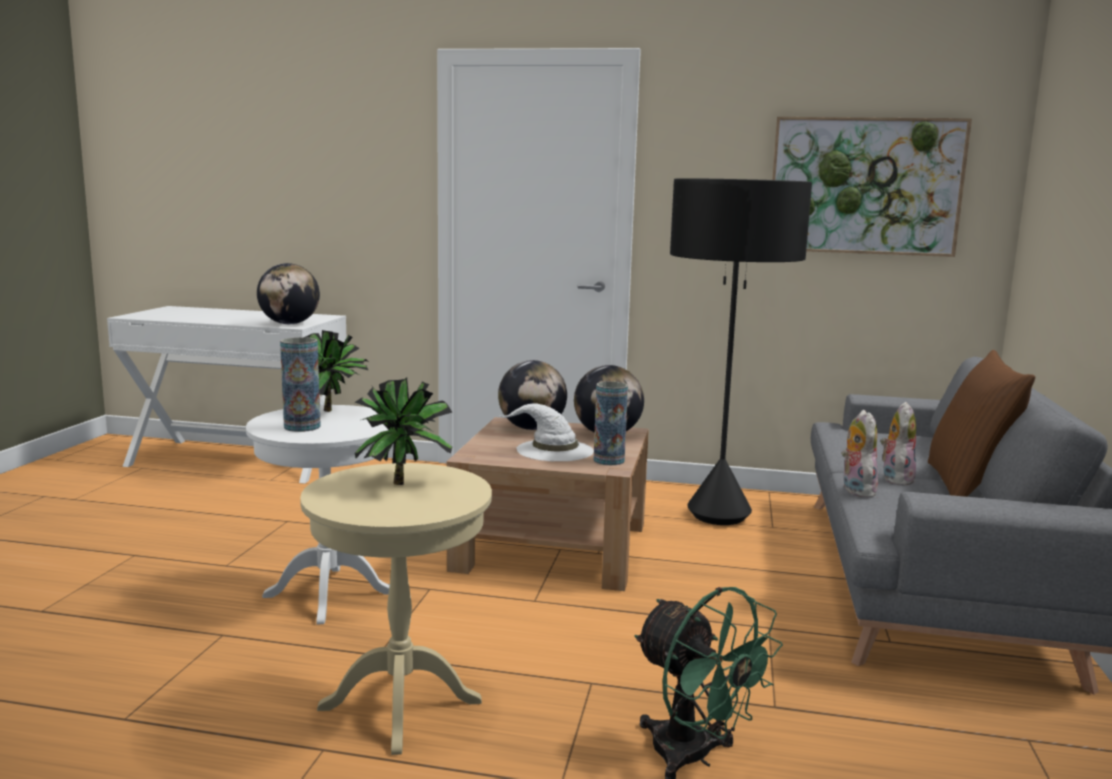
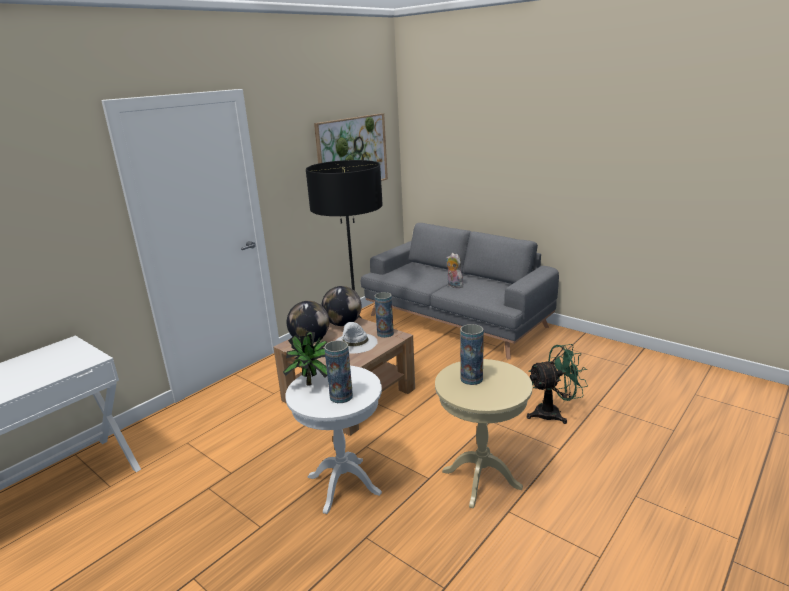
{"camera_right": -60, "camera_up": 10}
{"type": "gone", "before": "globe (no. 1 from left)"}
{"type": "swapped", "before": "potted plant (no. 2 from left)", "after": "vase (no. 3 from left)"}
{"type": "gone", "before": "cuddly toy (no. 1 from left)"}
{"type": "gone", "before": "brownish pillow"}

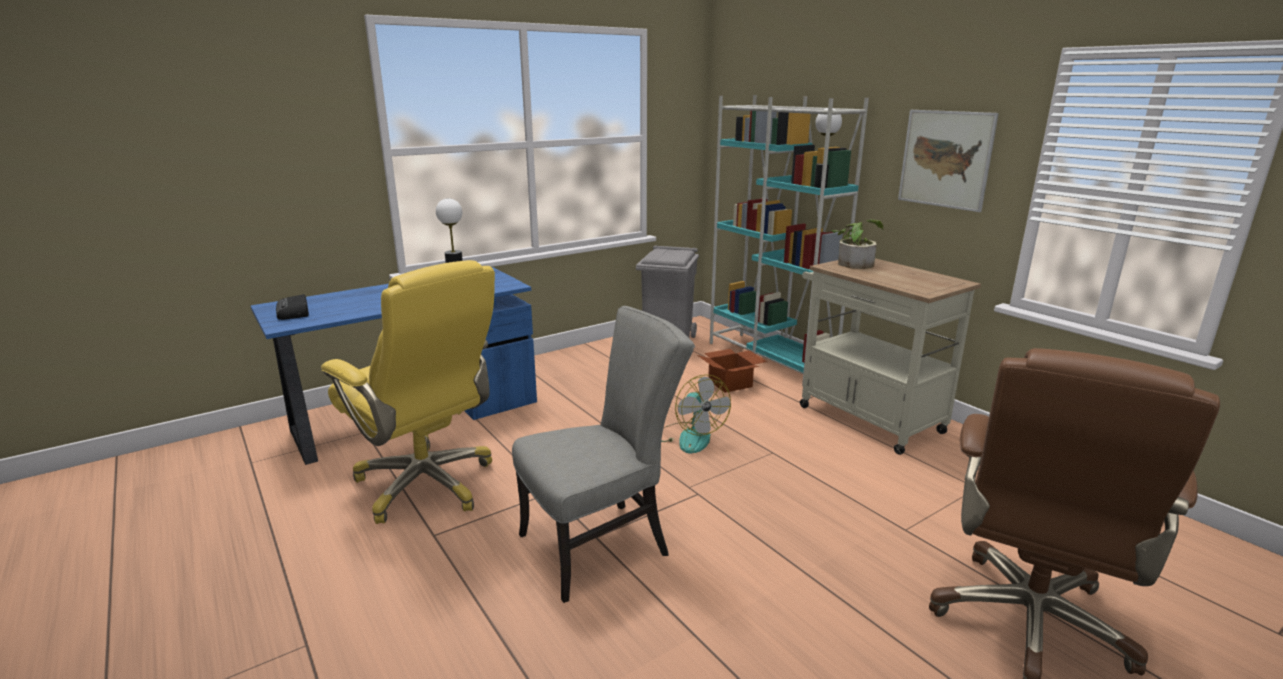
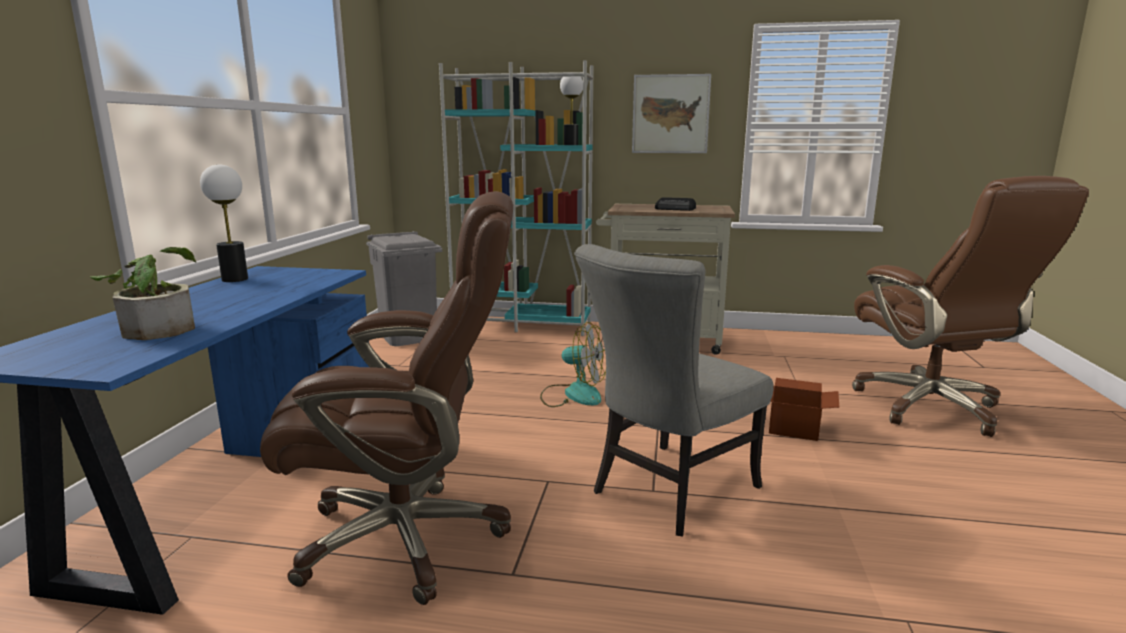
{"camera_right": -45, "camera_up": -5}
{"type": "shifted", "before": "radio set"}
{"type": "repainted", "before": "yellow-coloured office chair", "after": "brownish office chair (no. 1 from left)"}
{"type": "rotated", "before": "gray chair", "turn": -150}
{"type": "shifted", "before": "carton"}
{"type": "shifted", "before": "potted plant"}

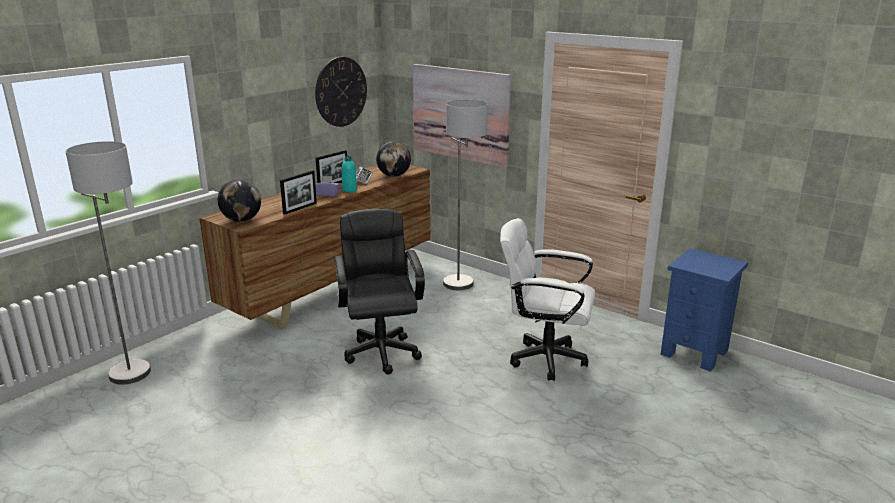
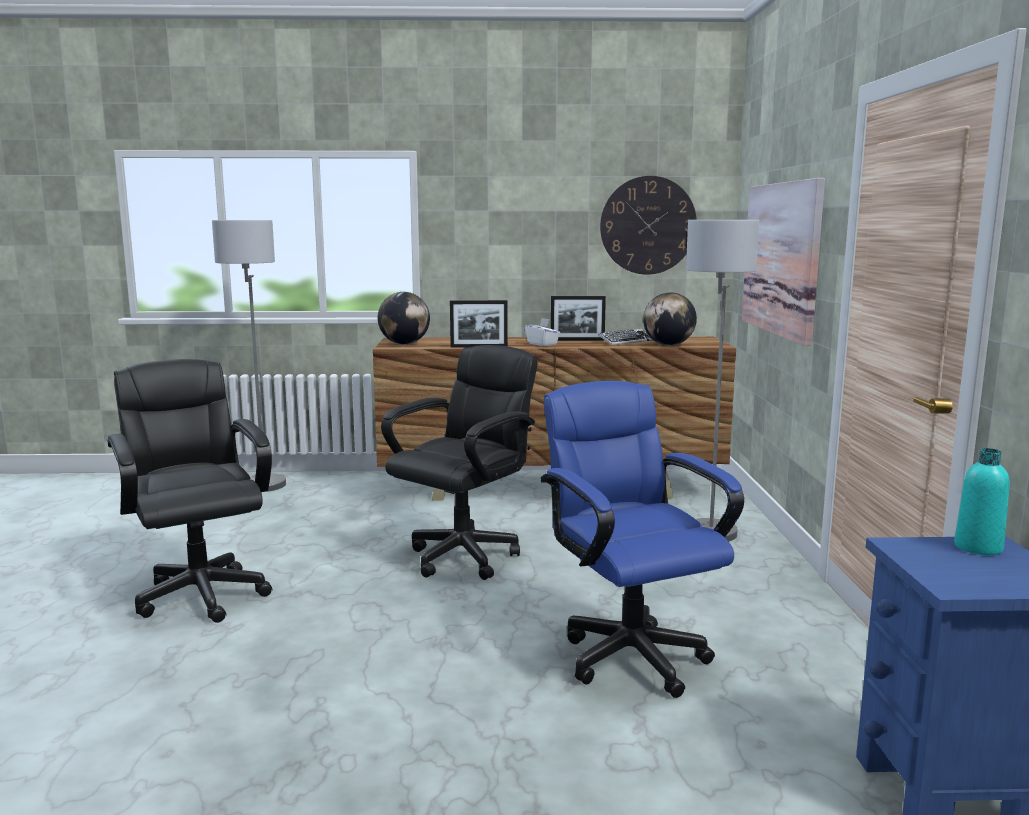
{"camera_right": 50, "camera_up": -10}
{"type": "repainted", "before": "purple tissue box", "after": "whitish tissue box"}
{"type": "shifted", "before": "blue-green beverage bottle"}
{"type": "repainted", "before": "whitish office chair", "after": "bluish office chair"}
{"type": "new", "after": "black-coloured office chair (no. 1 from left)"}

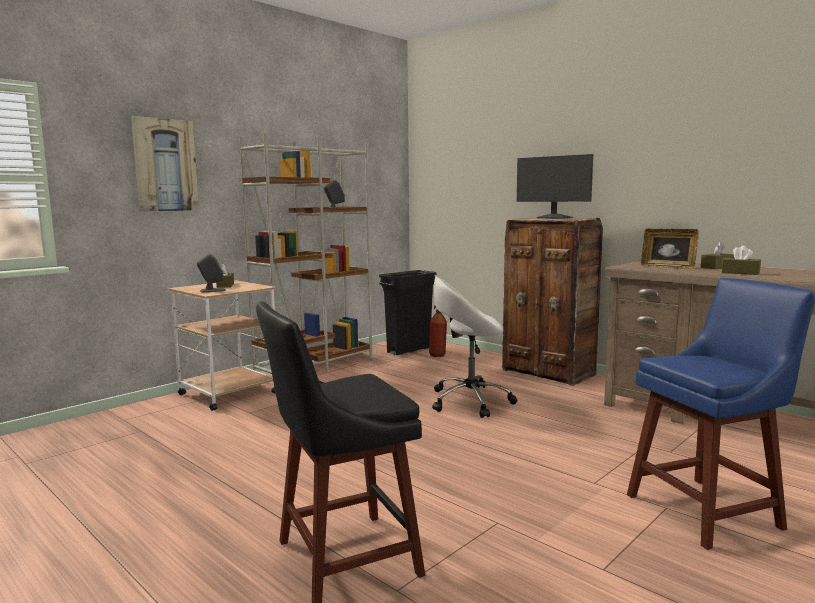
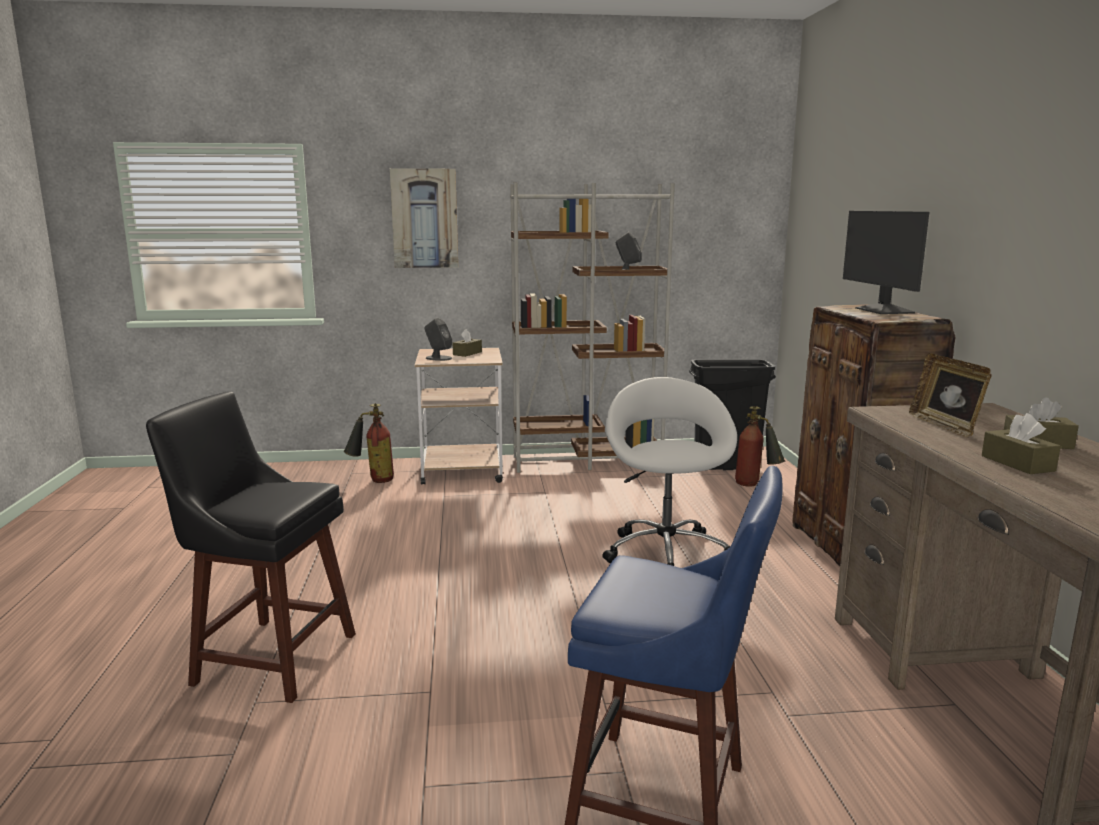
{"camera_right": 40, "camera_up": 5}
{"type": "rotated", "before": "whitish office chair", "turn": 45}
{"type": "new", "after": "fire-fighting cylinder (no. 1 from left)"}

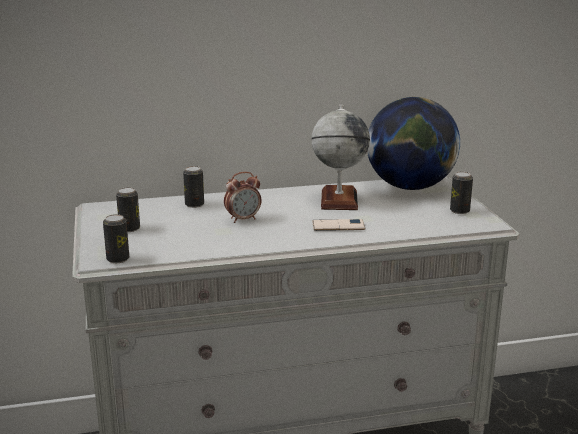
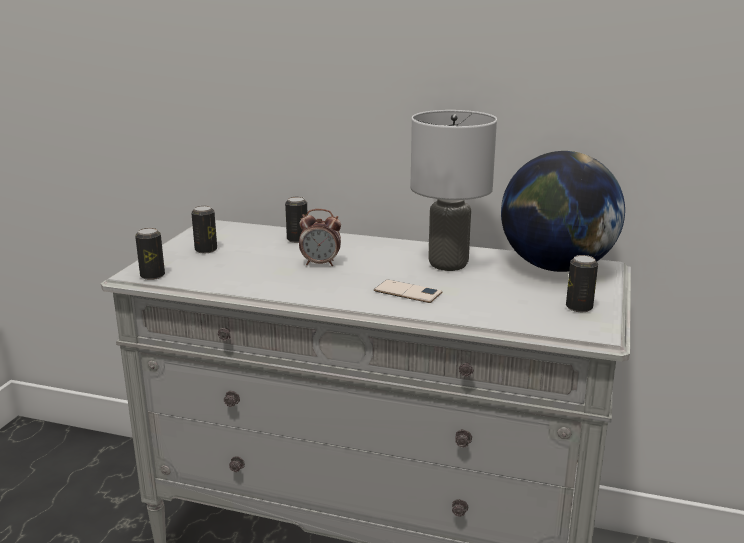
{"camera_right": 30, "camera_up": 0}
{"type": "swapped", "before": "globe (no. 1 from left)", "after": "whitish table lamp"}

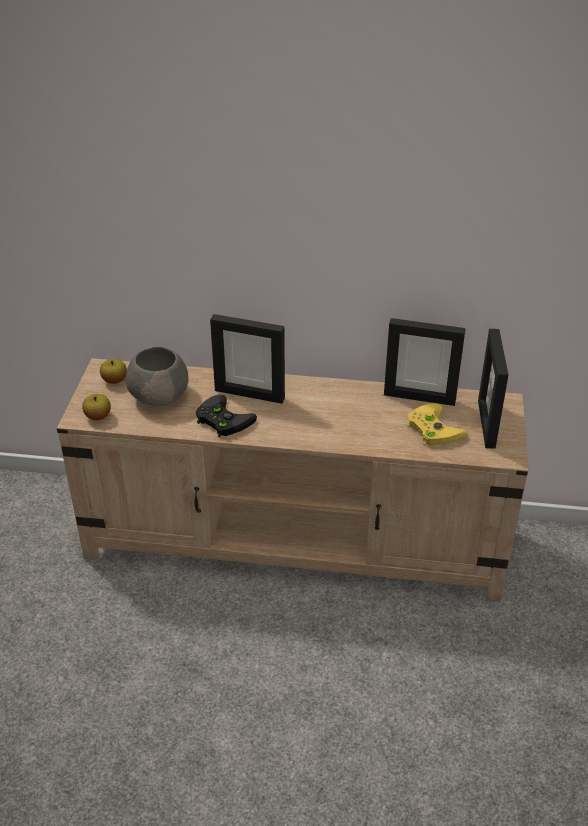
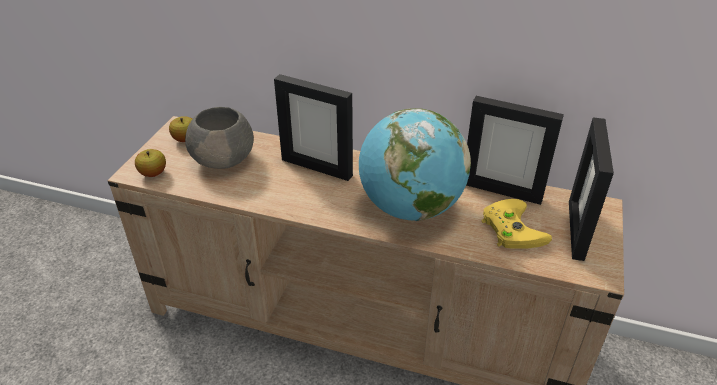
{"camera_right": 10, "camera_up": 0}
{"type": "gone", "before": "black-coloured game controller"}
{"type": "new", "after": "globe"}

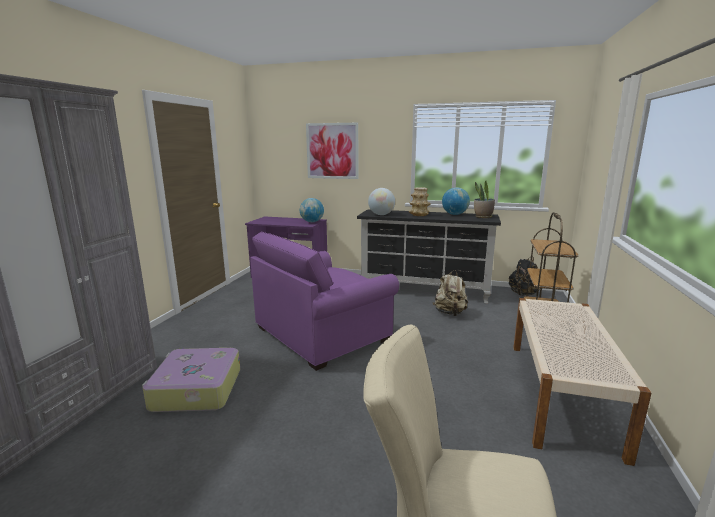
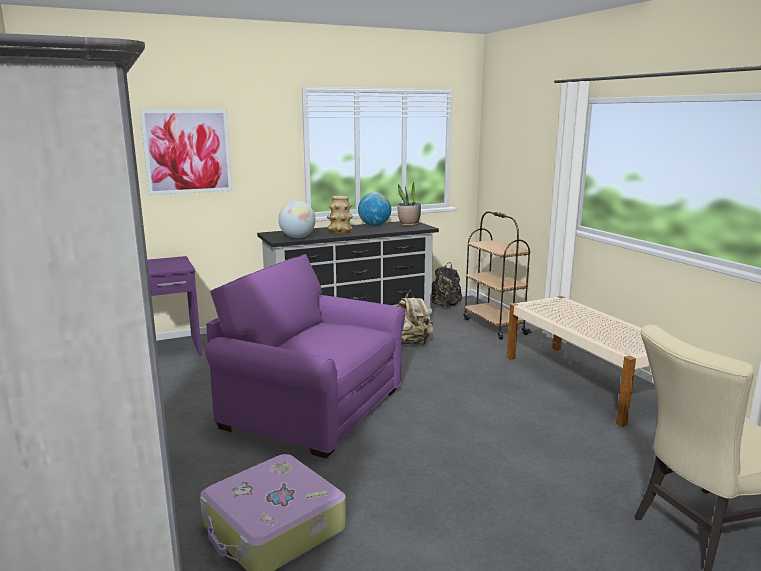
{"camera_right": -40, "camera_up": 0}
{"type": "rotated", "before": "purple easy chair", "turn": 105}
{"type": "gone", "before": "globe (no. 1 from left)"}

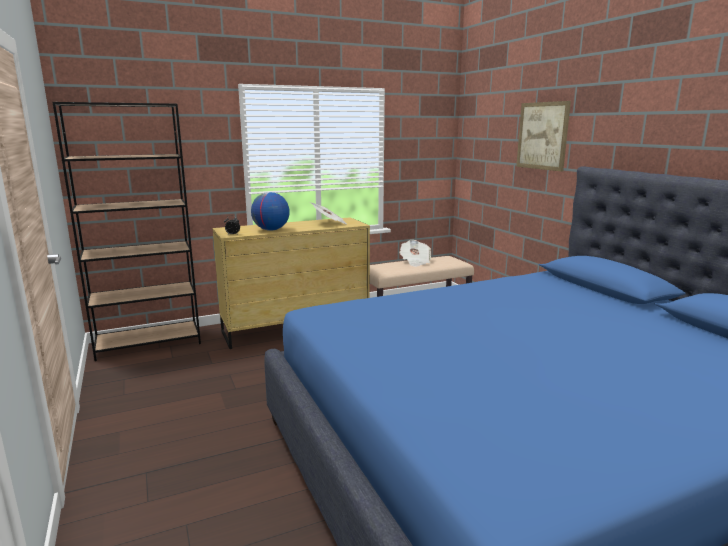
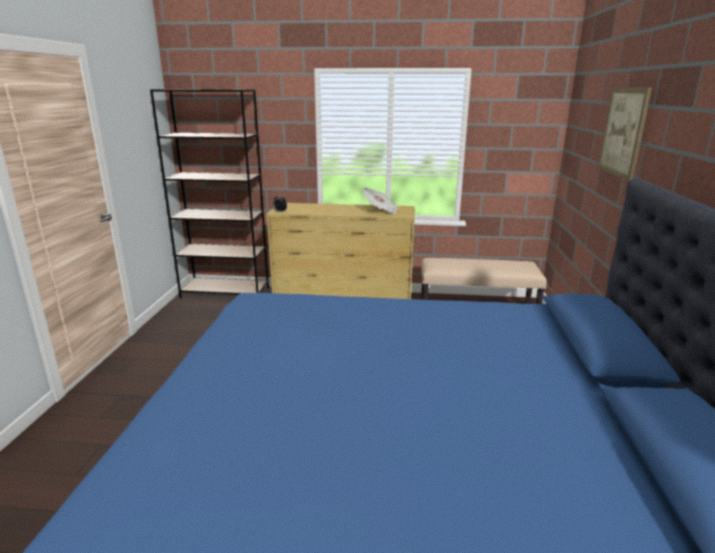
{"camera_right": 30, "camera_up": 5}
{"type": "gone", "before": "globe"}
{"type": "gone", "before": "printed paper (no. 2 from left)"}

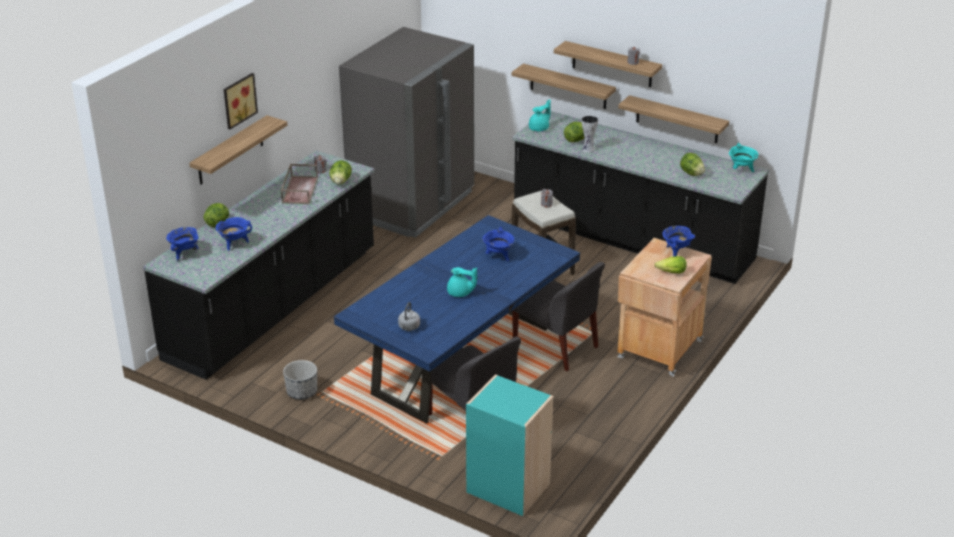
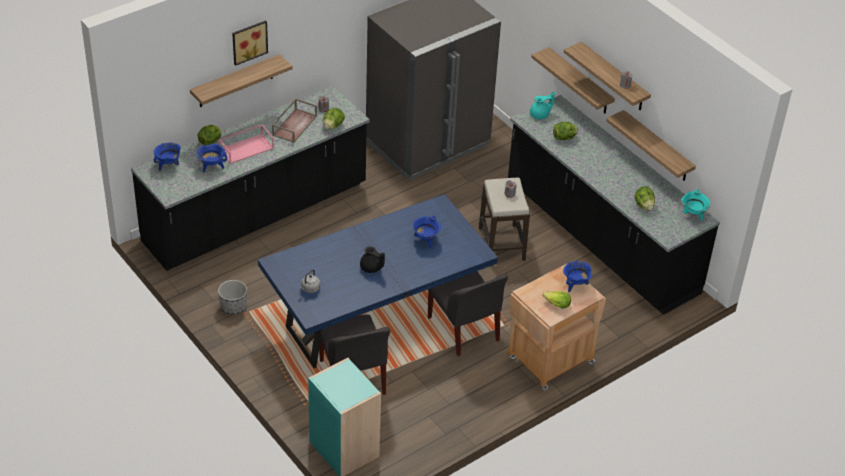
{"camera_right": 20, "camera_up": 10}
{"type": "repainted", "before": "blue-green teapot (no. 1 from left)", "after": "black-coloured teapot"}
{"type": "gone", "before": "vase"}
{"type": "new", "after": "pink serving tray"}

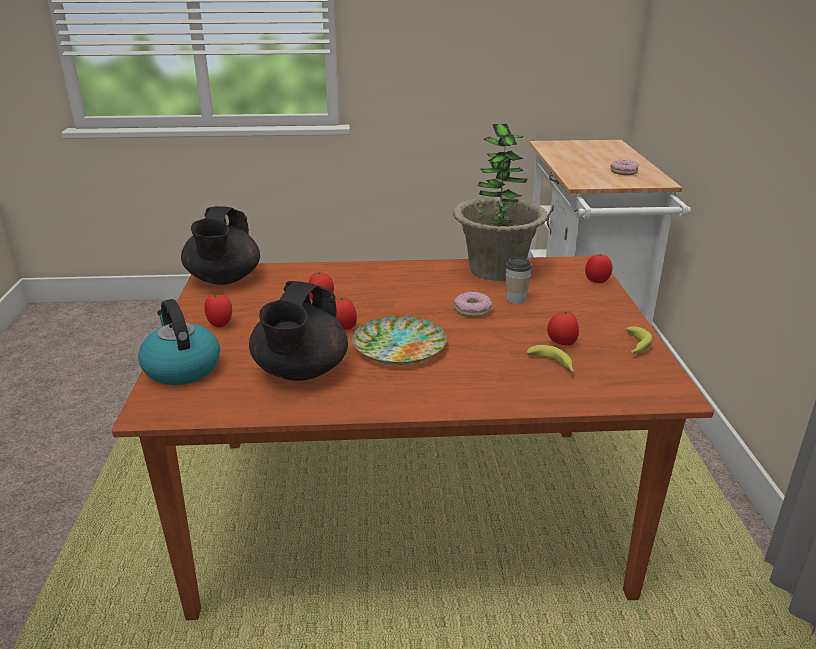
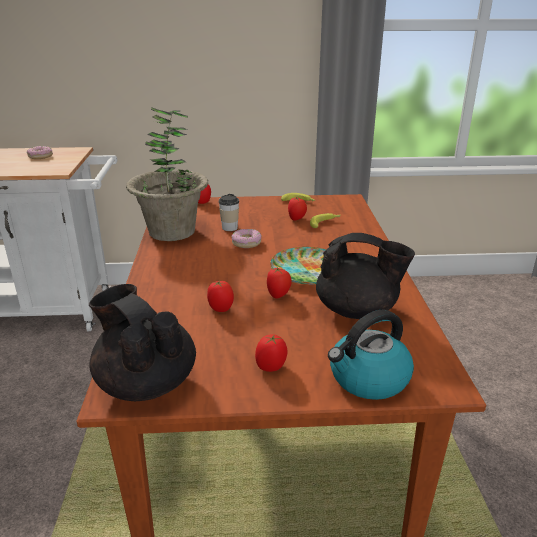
{"camera_right": -90, "camera_up": 0}
{"type": "rotated", "before": "black-coloured teapot (no. 1 from left)", "turn": -135}

